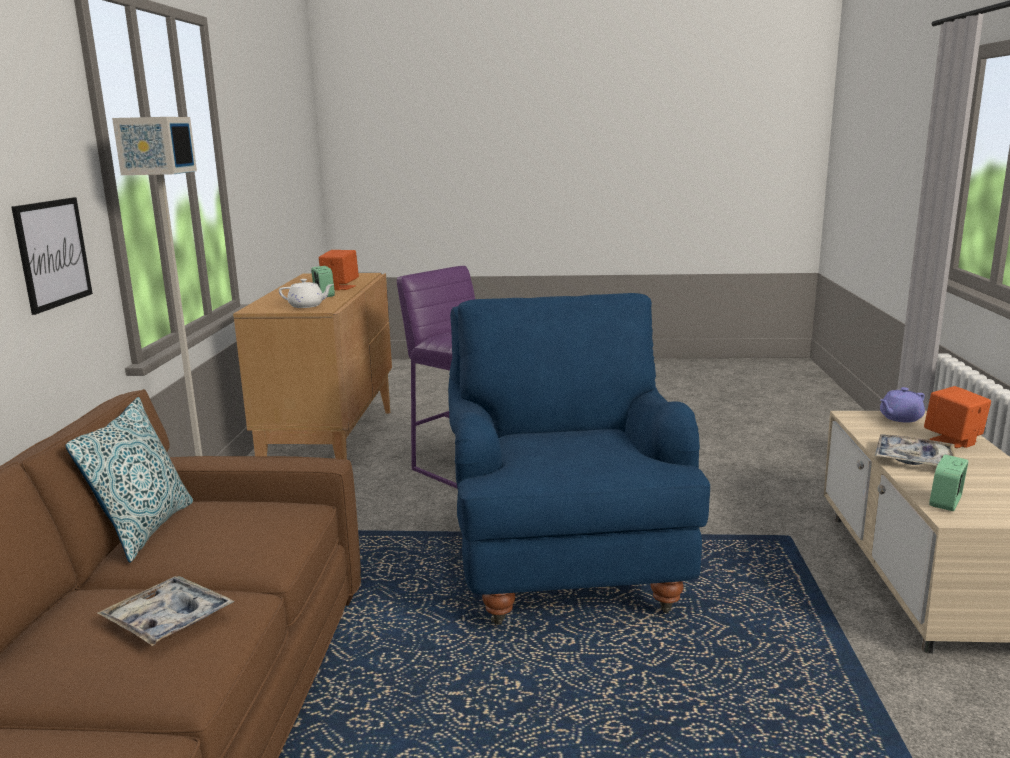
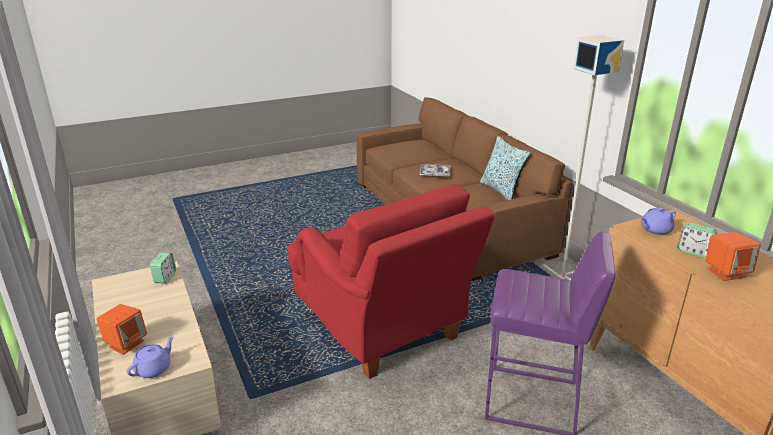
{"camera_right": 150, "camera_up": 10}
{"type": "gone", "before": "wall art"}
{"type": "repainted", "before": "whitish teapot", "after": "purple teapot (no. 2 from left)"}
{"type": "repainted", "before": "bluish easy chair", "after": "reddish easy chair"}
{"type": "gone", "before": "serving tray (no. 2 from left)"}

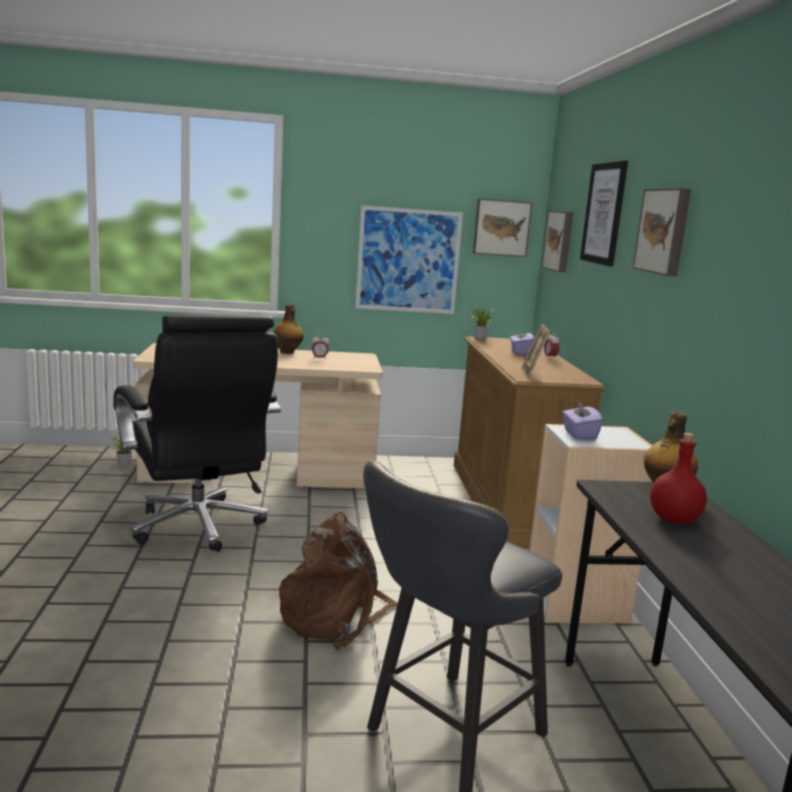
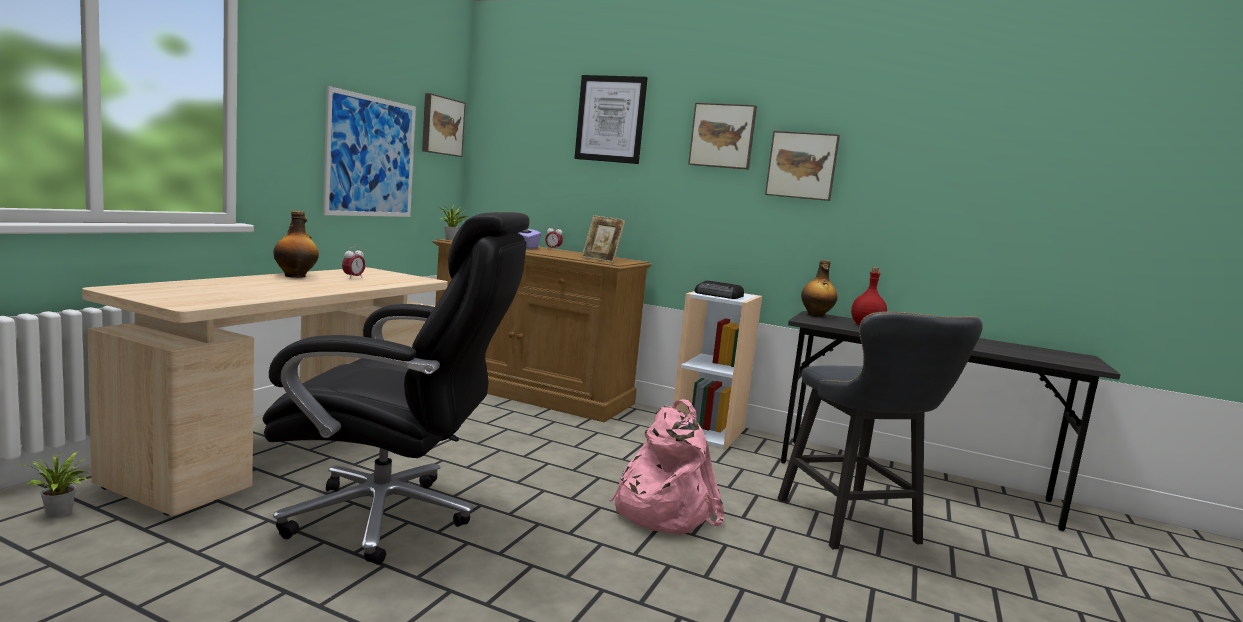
{"camera_right": -60, "camera_up": -5}
{"type": "repainted", "before": "brownish backpack", "after": "pink backpack"}
{"type": "shifted", "before": "wall art (no. 3 from left in the first image)", "after": "wall art (no. 5 from left)"}
{"type": "swapped", "before": "purple tissue box (no. 2 from left)", "after": "radio set"}

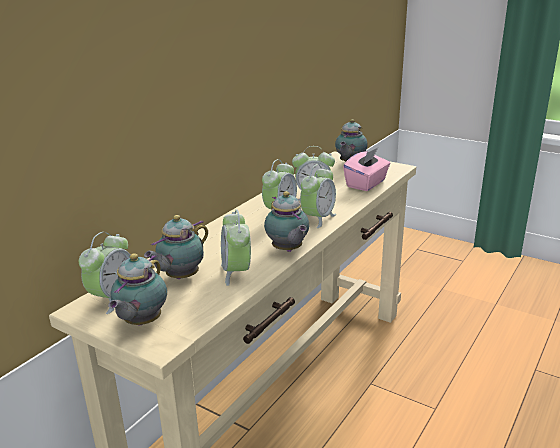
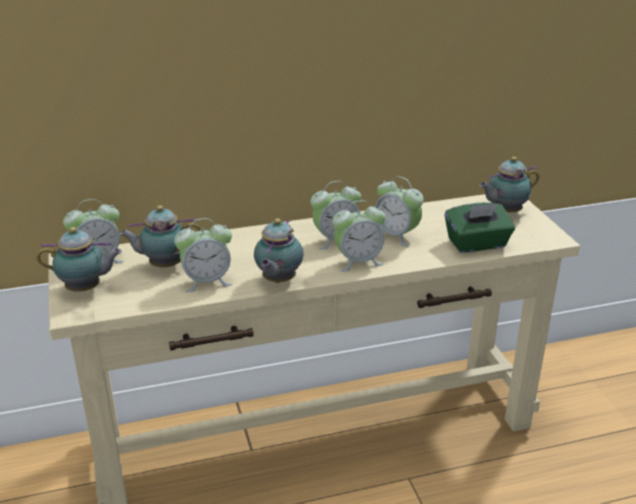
{"camera_right": 40, "camera_up": 5}
{"type": "rotated", "before": "teapot (no. 1 from left)", "turn": -150}
{"type": "rotated", "before": "alarm clock (no. 2 from left)", "turn": -135}
{"type": "repainted", "before": "pink tissue box", "after": "green-coloured tissue box"}

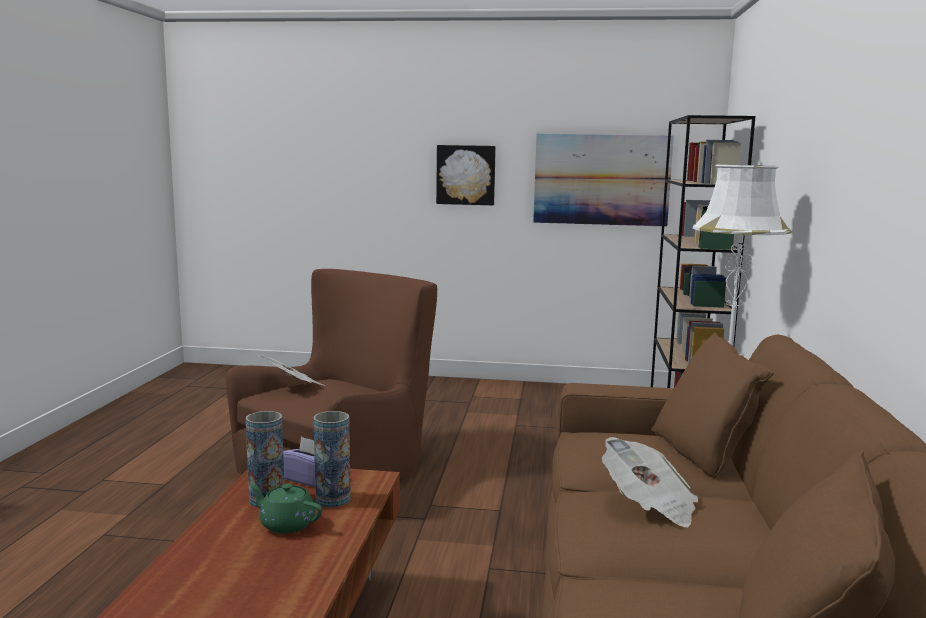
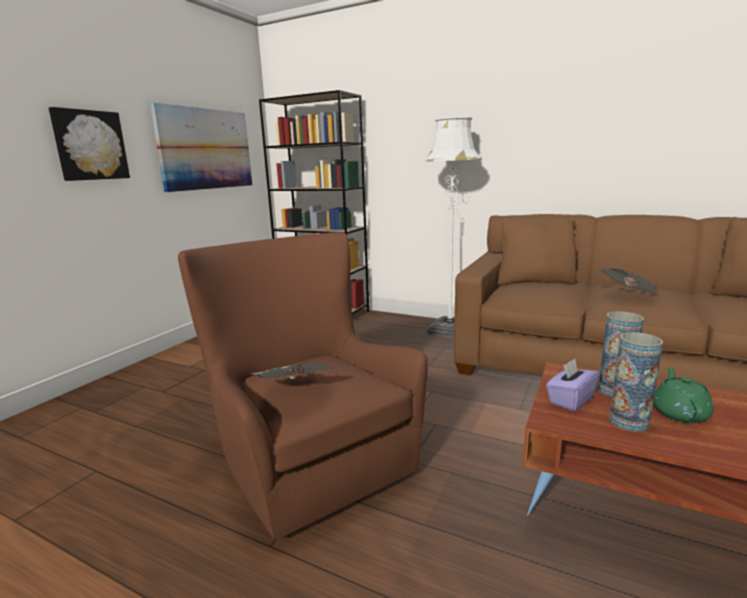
{"camera_right": -70, "camera_up": 5}
{"type": "rotated", "before": "green-coloured teapot", "turn": 150}

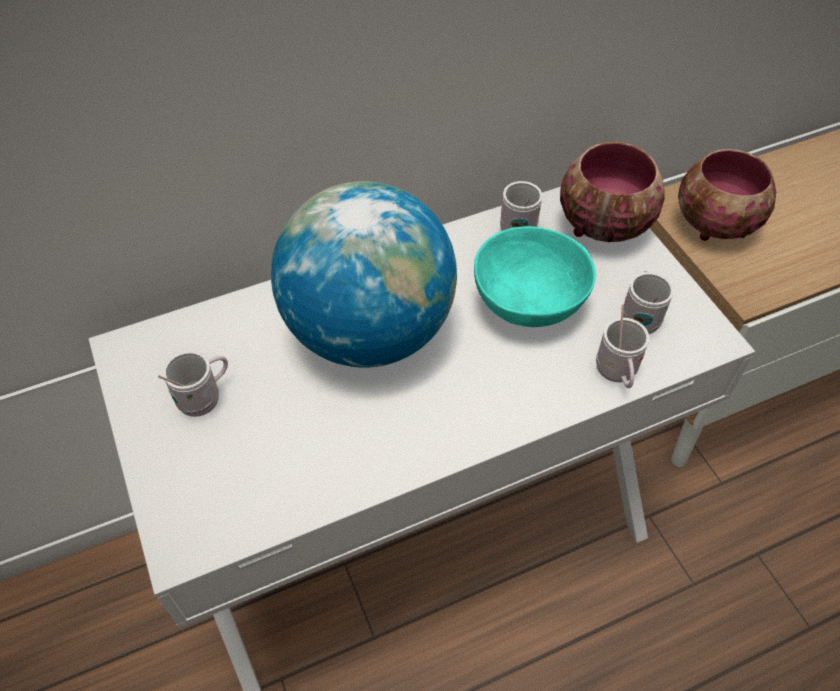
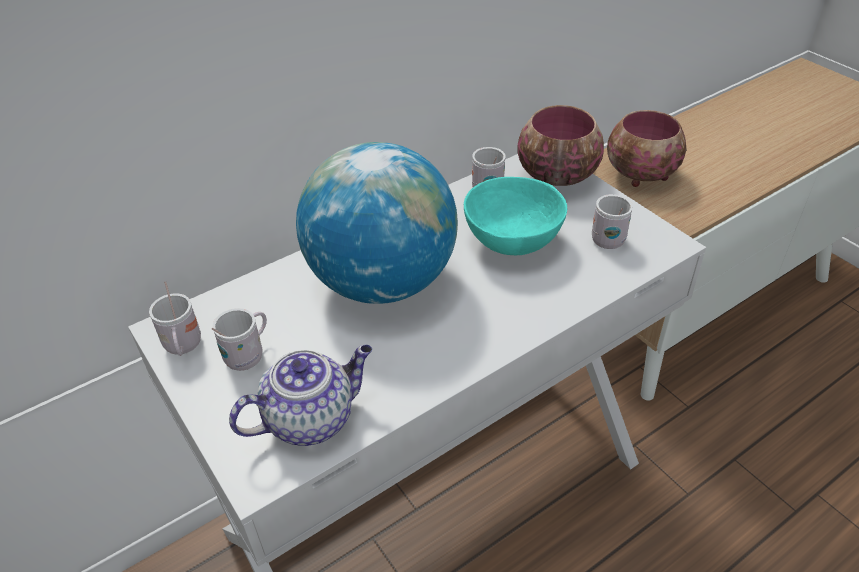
{"camera_right": -10, "camera_up": -10}
{"type": "shifted", "before": "whitish mug (no. 3 from left in the first image)", "after": "whitish mug (no. 1 from left)"}
{"type": "new", "after": "teapot"}

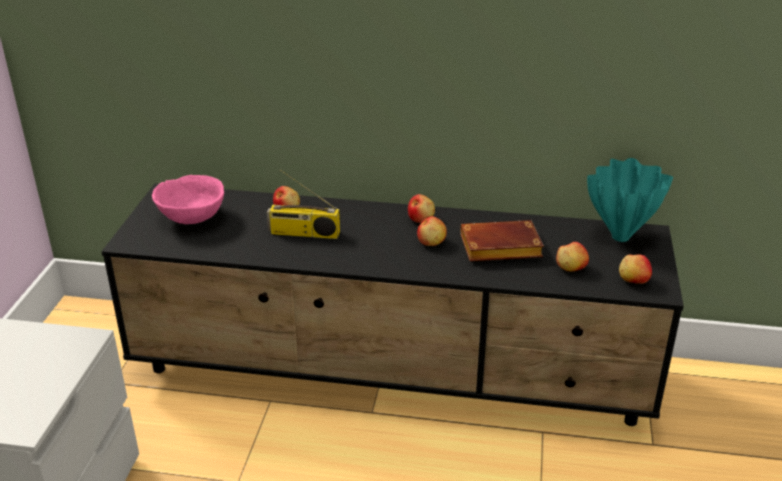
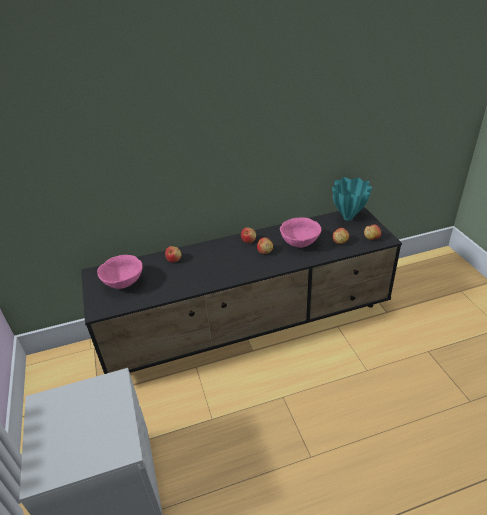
{"camera_right": -25, "camera_up": 5}
{"type": "gone", "before": "radio set"}
{"type": "swapped", "before": "brownish bound book", "after": "pink deep dish (no. 2 from left)"}

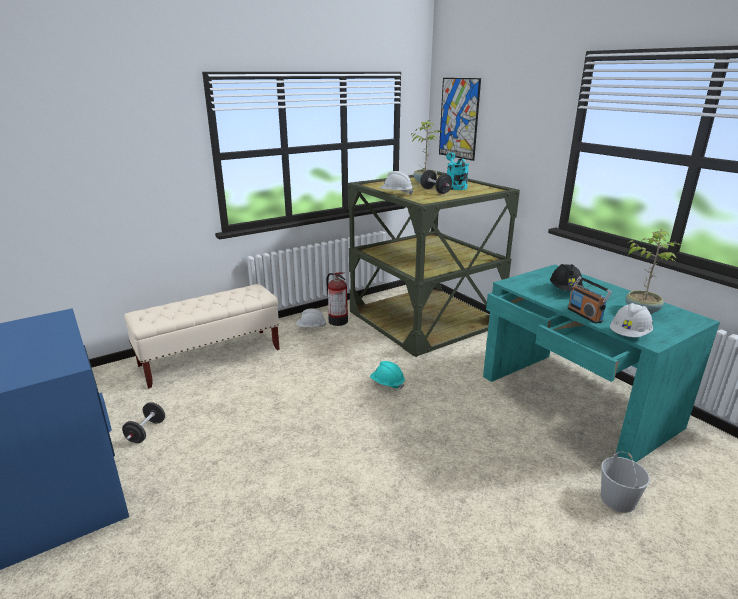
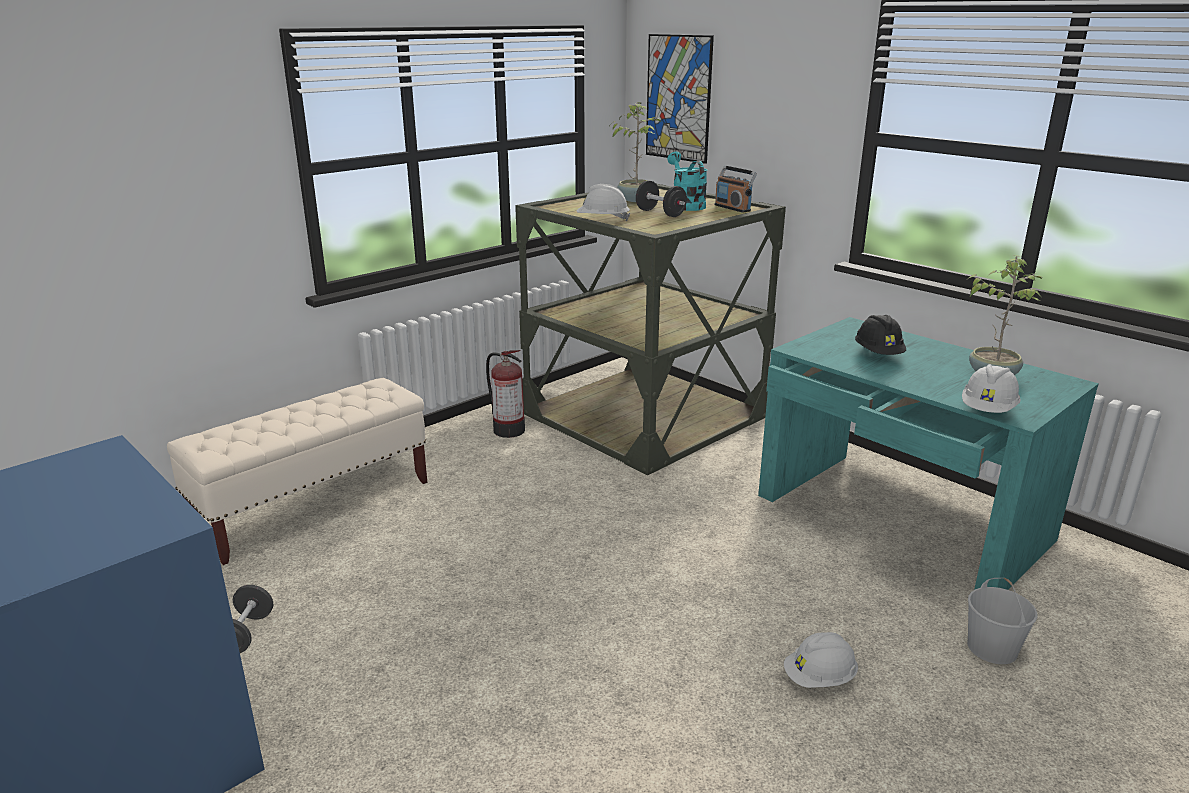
{"camera_right": -10, "camera_up": 0}
{"type": "shifted", "before": "whitish work helmet (no. 1 from left in the first image)", "after": "whitish work helmet (no. 2 from left)"}
{"type": "gone", "before": "blue-green work helmet"}
{"type": "shifted", "before": "radio set"}

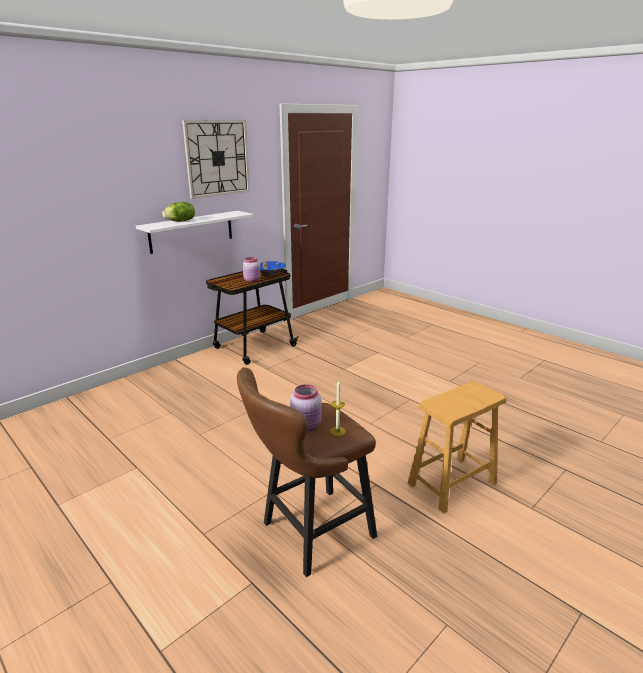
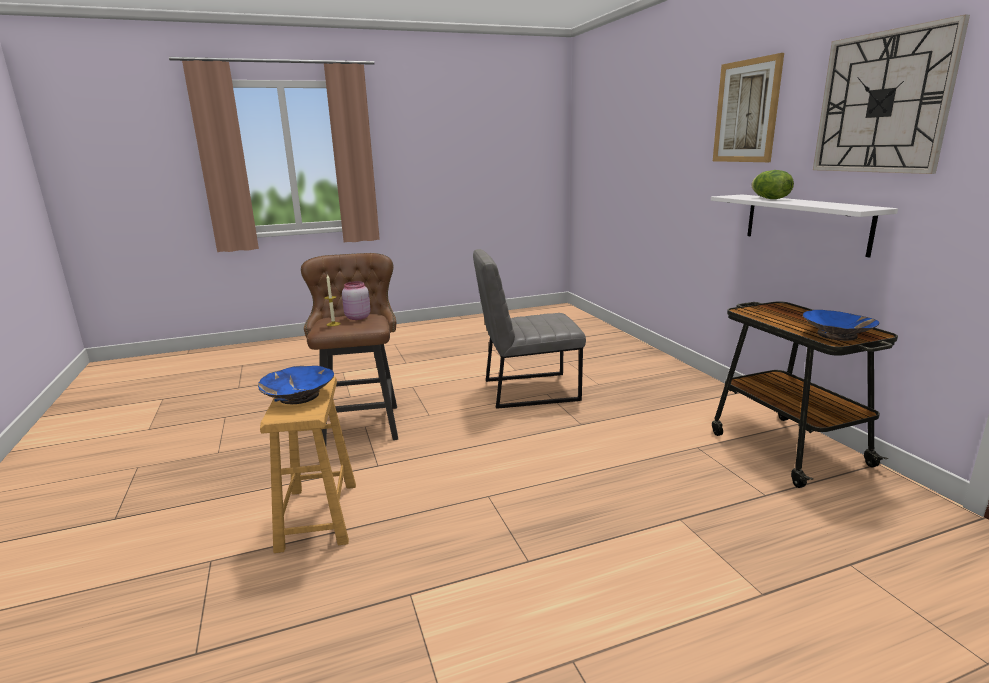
{"camera_right": 115, "camera_up": -5}
{"type": "gone", "before": "pink storage jar (no. 1 from left)"}
{"type": "new", "after": "bluish deep dish (no. 1 from left)"}
{"type": "new", "after": "gray chair"}
{"type": "new", "after": "wall art"}

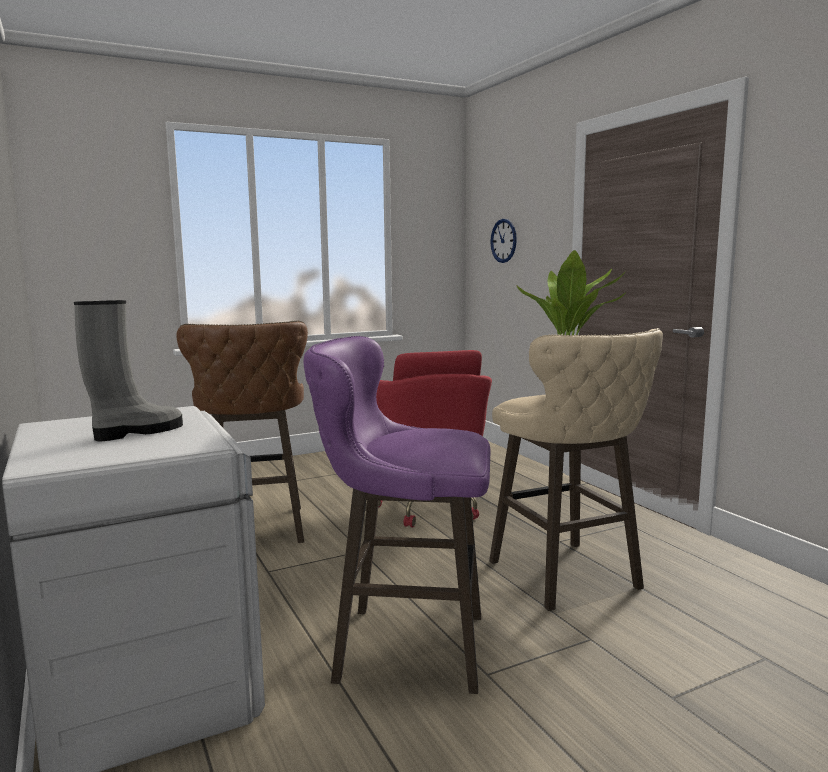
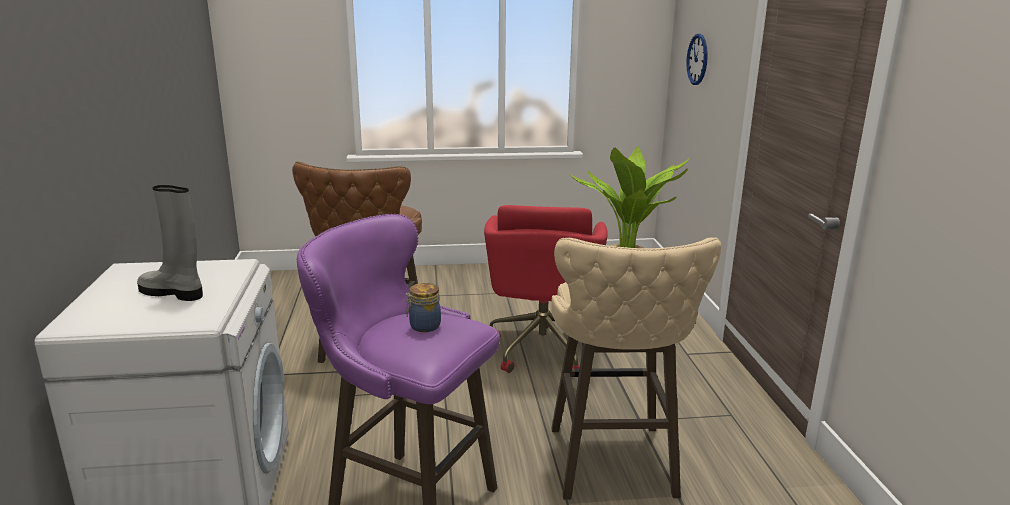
{"camera_right": 20, "camera_up": 10}
{"type": "rotated", "before": "gray high-top boot", "turn": -135}
{"type": "new", "after": "storage jar"}

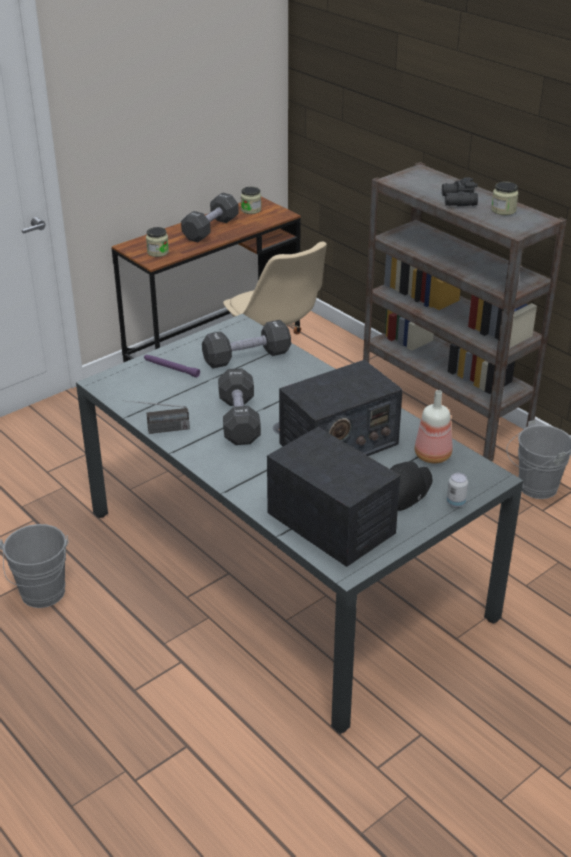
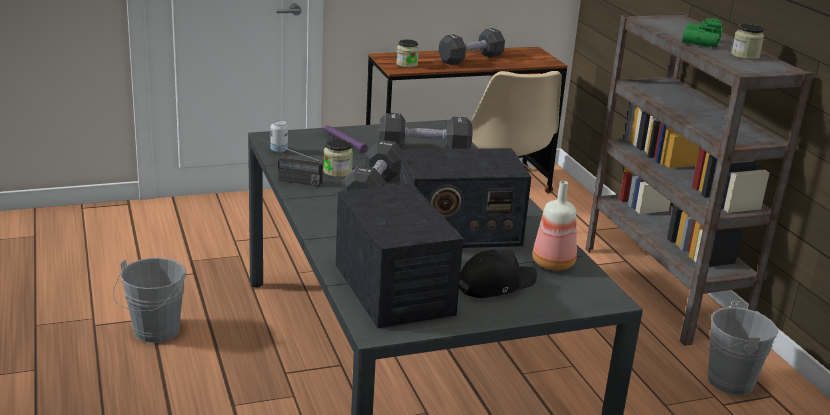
{"camera_right": 20, "camera_up": -10}
{"type": "shifted", "before": "storage jar (no. 2 from left in the first image)", "after": "storage jar (no. 1 from left)"}
{"type": "repainted", "before": "black-coloured field glasses", "after": "green-coloured field glasses"}
{"type": "shifted", "before": "sealed can"}

